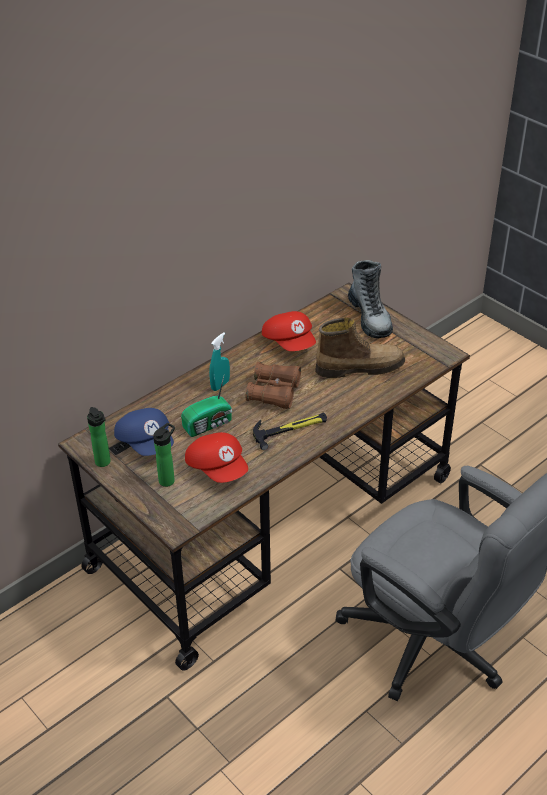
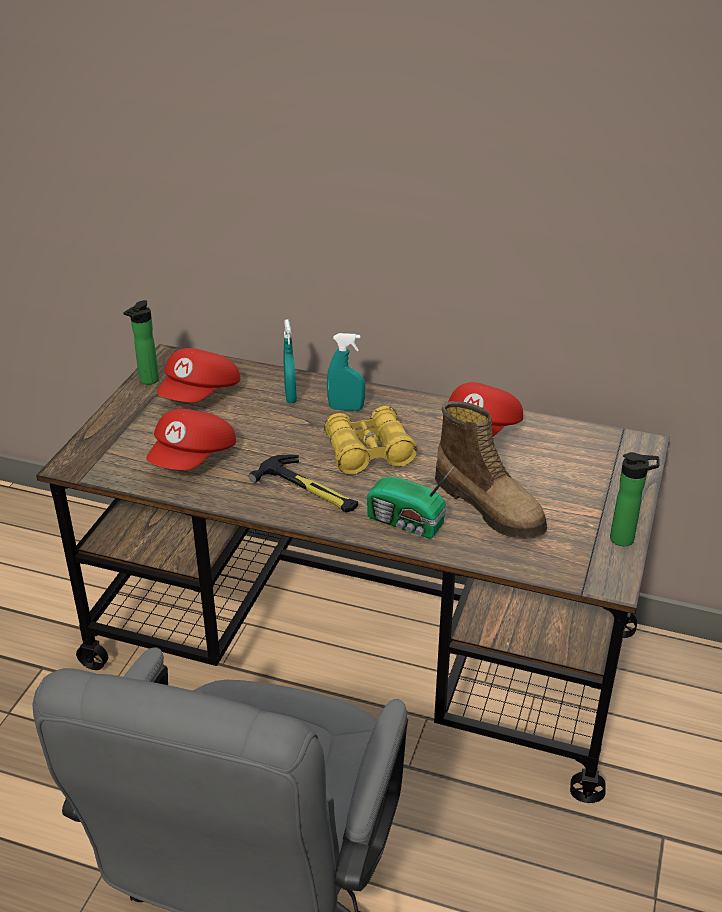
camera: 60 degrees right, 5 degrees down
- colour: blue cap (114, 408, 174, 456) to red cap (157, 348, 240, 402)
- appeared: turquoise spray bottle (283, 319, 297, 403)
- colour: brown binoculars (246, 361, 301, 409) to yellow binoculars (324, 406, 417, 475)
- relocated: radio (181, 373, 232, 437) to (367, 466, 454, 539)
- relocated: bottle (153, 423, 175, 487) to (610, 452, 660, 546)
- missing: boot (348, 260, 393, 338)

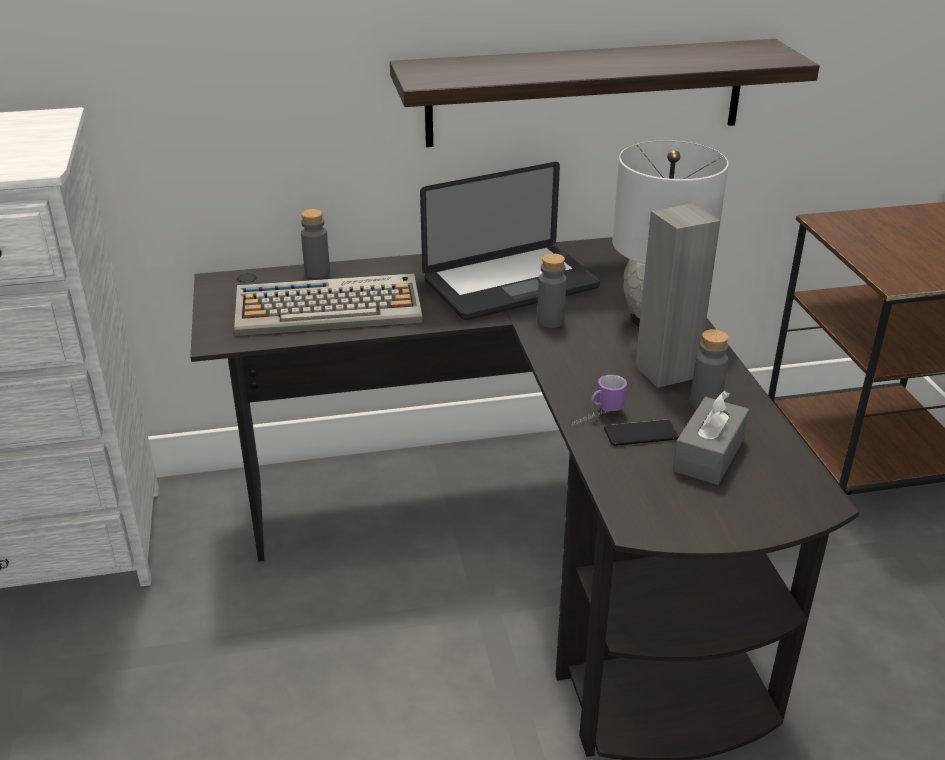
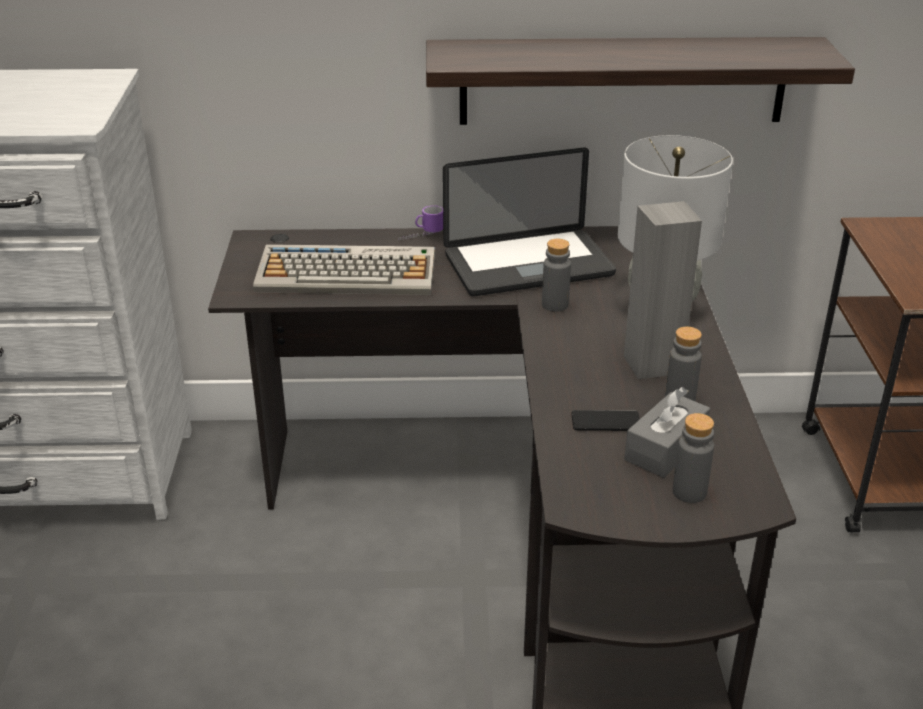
camera: 10 degrees right, 0 degrees up
- relocated: mug (572, 375, 627, 426) to (398, 205, 443, 240)
- relocated: grey bottle (301, 209, 330, 278) to (673, 413, 714, 503)

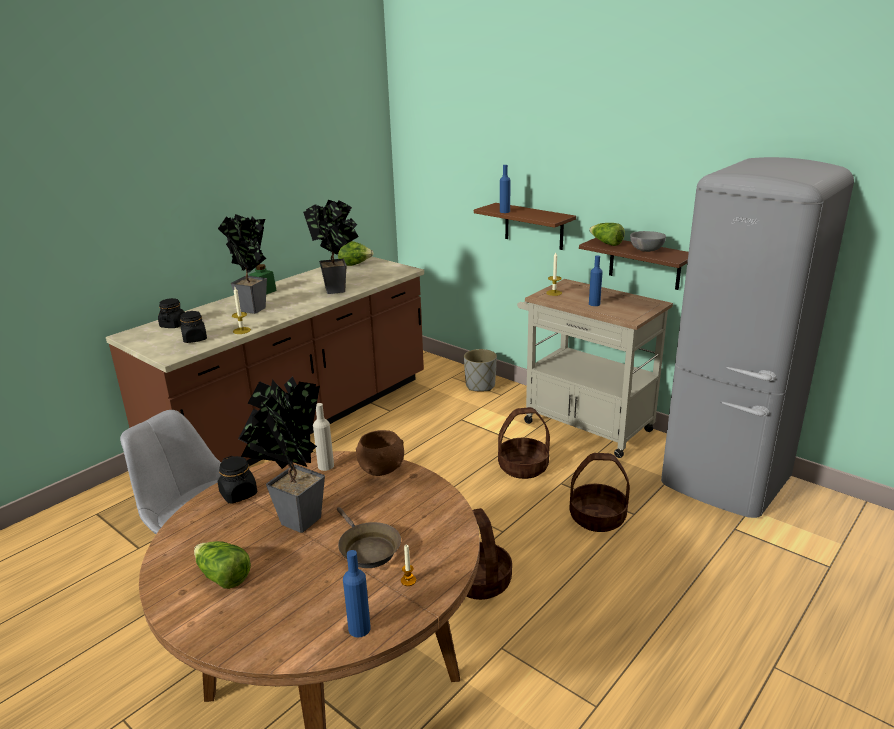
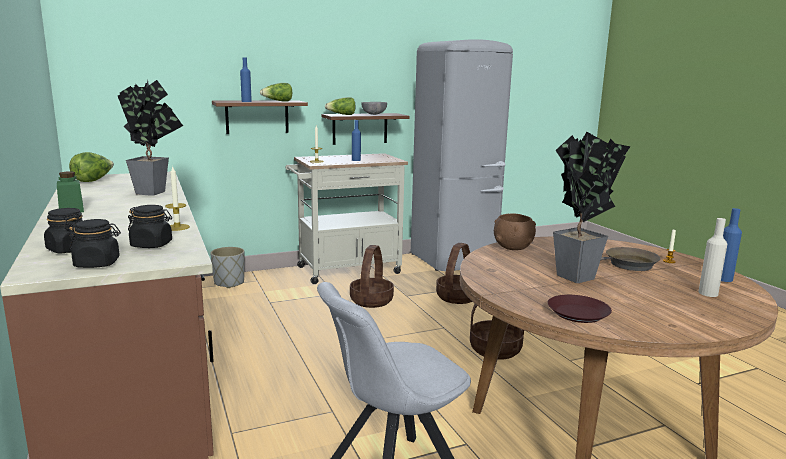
camera: 65 degrees left, 10 degrees down
- relocated: black jar (218, 456, 257, 504) to (68, 219, 121, 268)
- relocated: lettuce (194, 541, 251, 589) to (260, 83, 292, 101)
- appeared: brown plate (548, 295, 612, 323)
- relocated: beige bottle (313, 403, 334, 471) to (698, 218, 727, 297)
- missing: potted plant (218, 214, 267, 314)

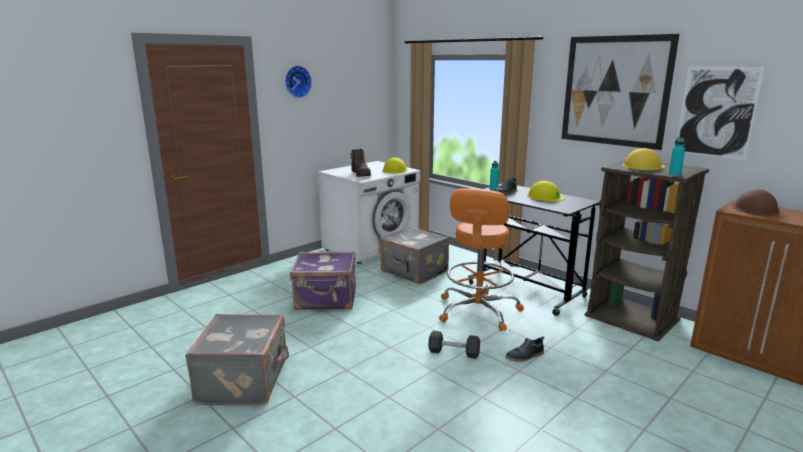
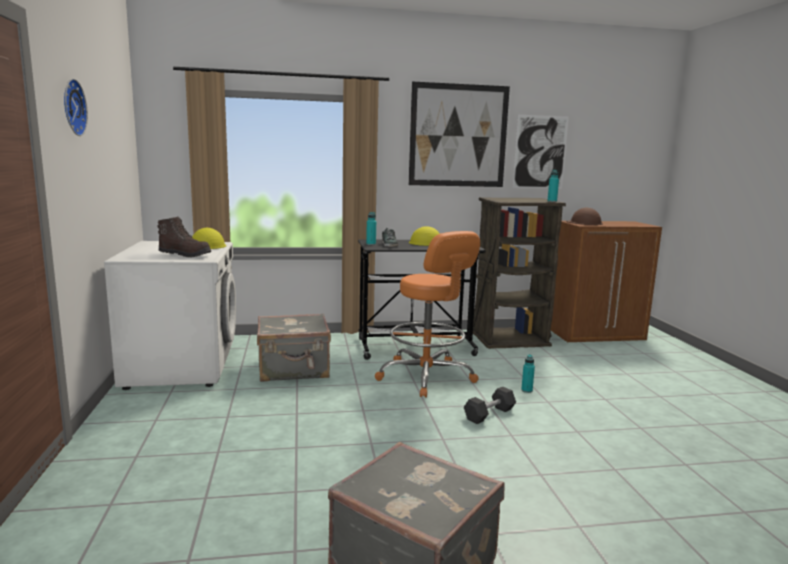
camera: 55 degrees left, 5 degrees down
- exchanged: shoe (506, 336, 545, 361) to turquoise bottle (521, 354, 535, 393)
- missing: purple suitcase (290, 251, 356, 310)
- missing: yellow hard hat (622, 148, 665, 170)

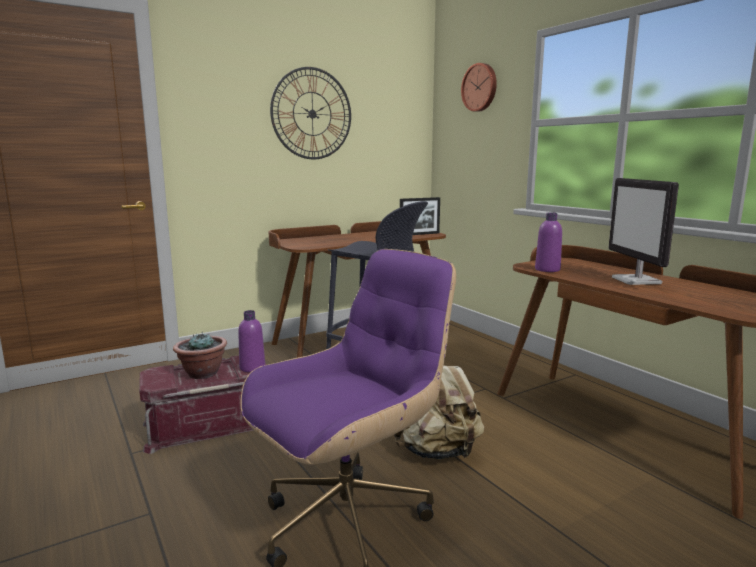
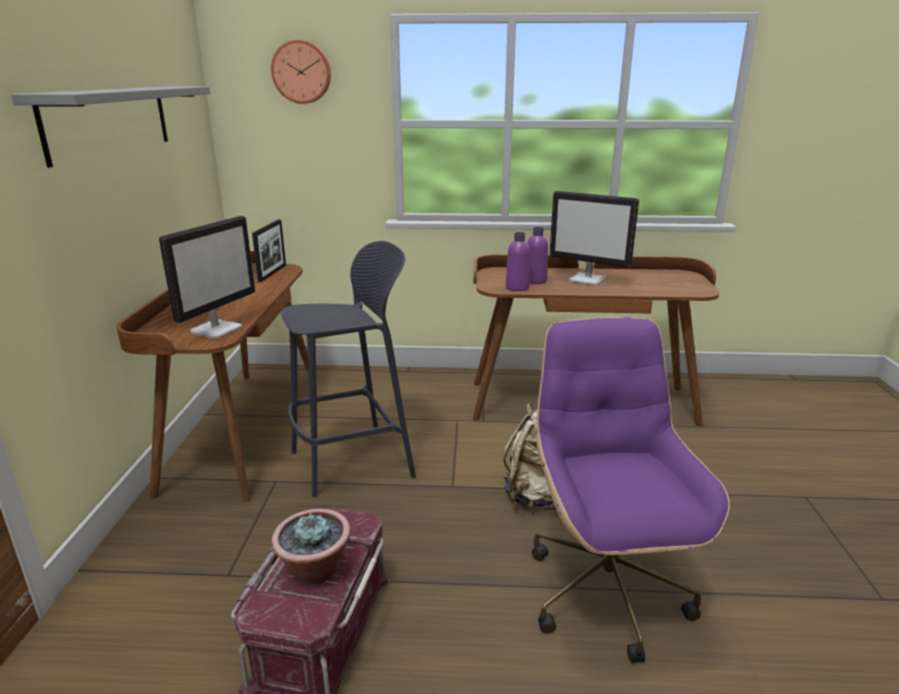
camera: 55 degrees left, 10 degrees up
- exchanged: wall clock (270, 67, 351, 159) to grey shelf (11, 86, 210, 168)
- appeared: monitor (159, 216, 255, 339)
- relocated: purple bottle (238, 310, 265, 372) to (527, 227, 548, 284)

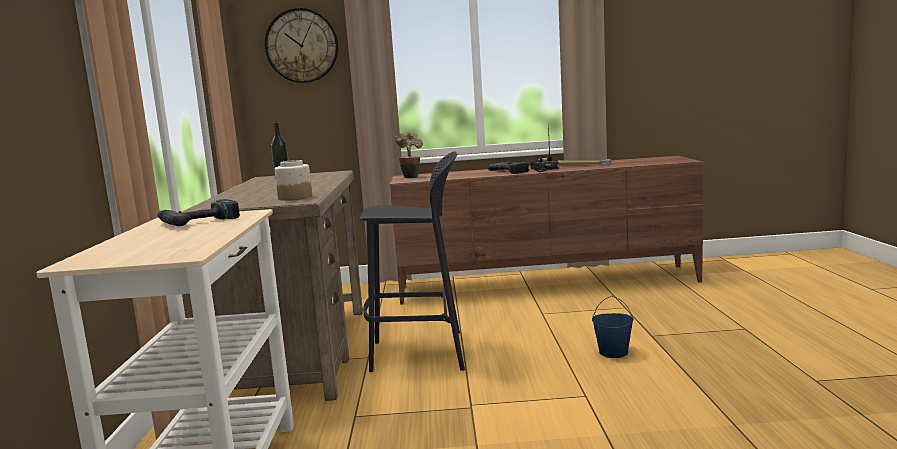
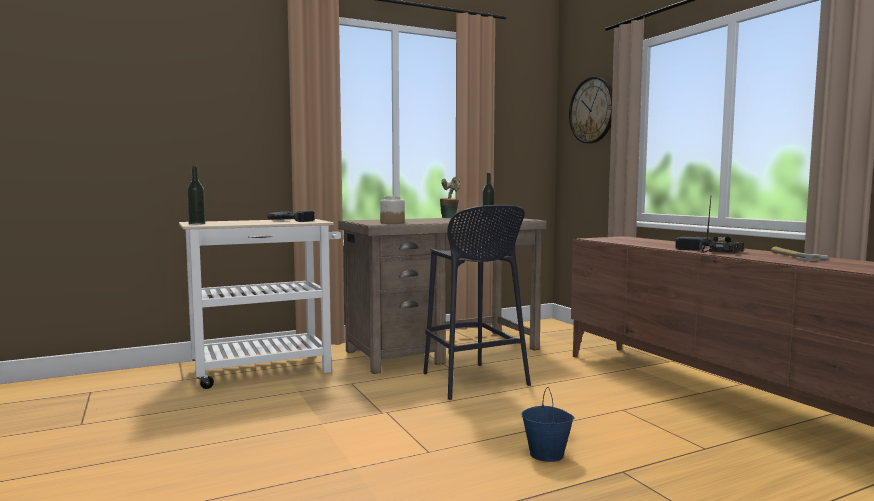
camera: 65 degrees right, 5 degrees down
- appeared: bottle (187, 166, 205, 225)
- relocated: potted plant (395, 132, 423, 179) to (440, 177, 460, 218)

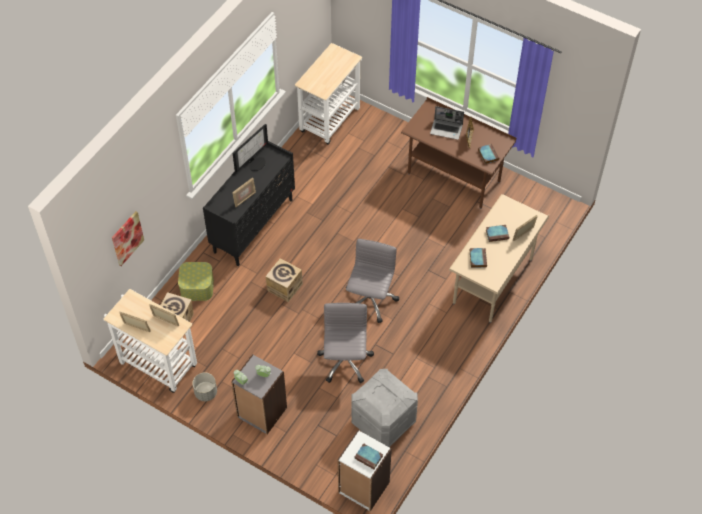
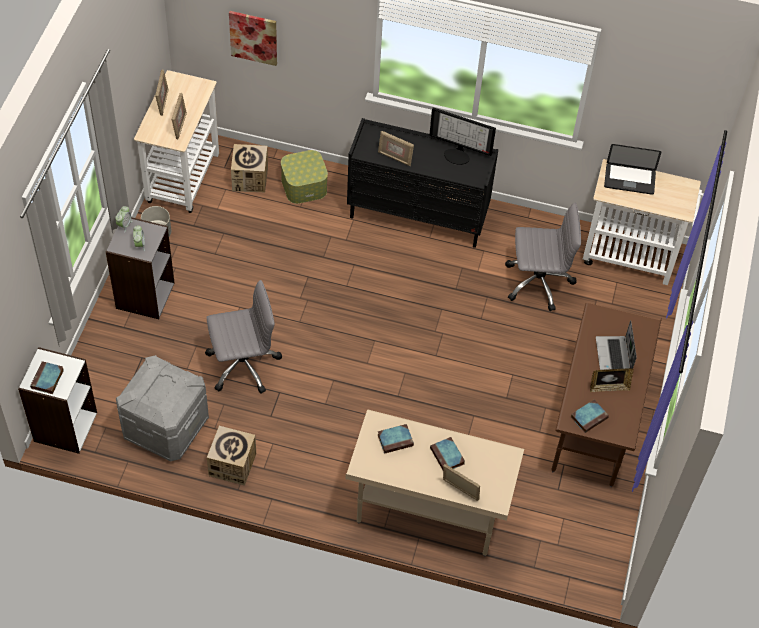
camera: 70 degrees right, 0 degrees up
- relocated: cardboard box (265, 258, 303, 302) to (207, 426, 256, 486)
- relocated: grey office chair (346, 239, 399, 323) to (505, 203, 581, 311)
- appeared: laptop (604, 144, 661, 195)

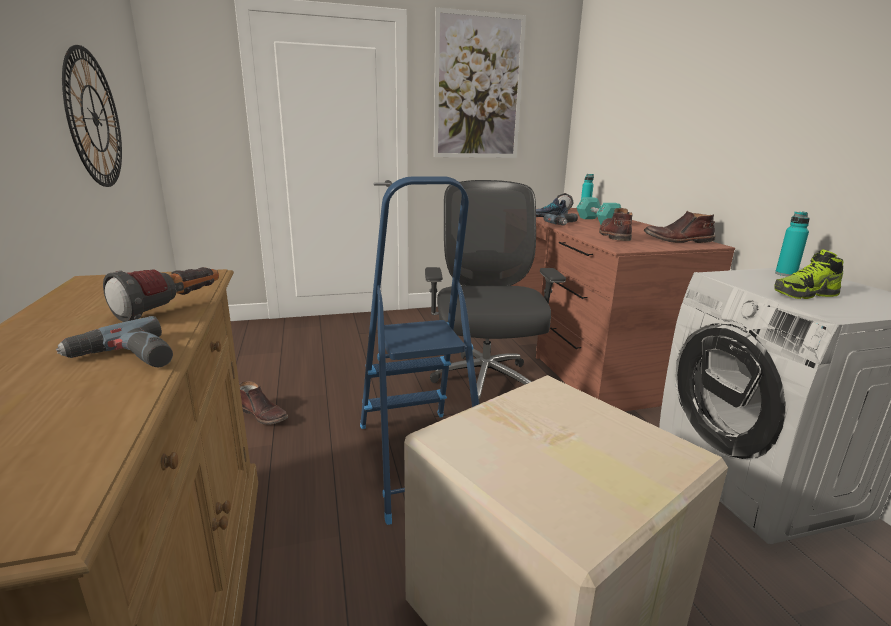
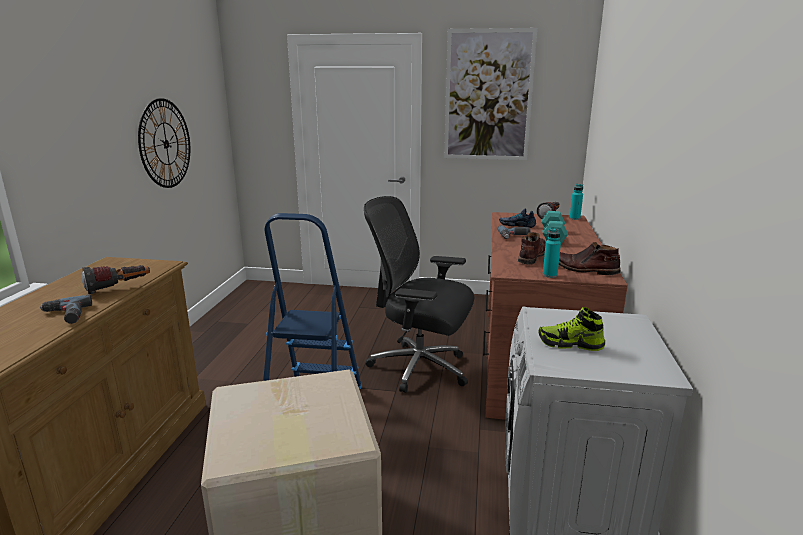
camera: 25 degrees right, 0 degrees up
- spun: office chair (425, 180, 566, 404) = (364, 196, 474, 393) 90 degrees counterclockwise
- relocated: turquoise bottle (775, 211, 810, 277) to (543, 228, 561, 278)
- missing: brown boot (239, 381, 288, 425)

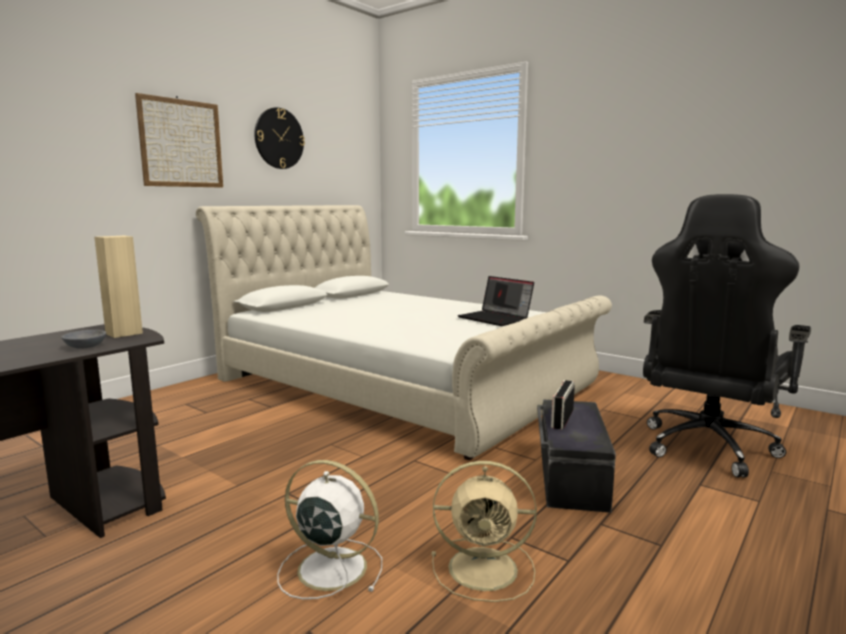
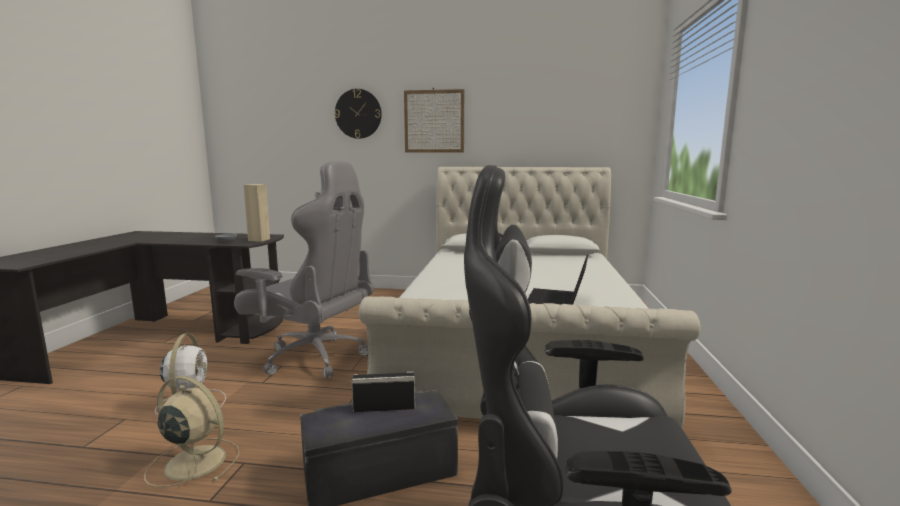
camera: 60 degrees right, 0 degrees up
- spun: beige fan (431, 461, 537, 602) = (144, 376, 239, 487) 135 degrees clockwise
- appeared: grey office chair (234, 161, 374, 379)
- relocated: wall clock (254, 107, 305, 169) to (335, 89, 382, 139)

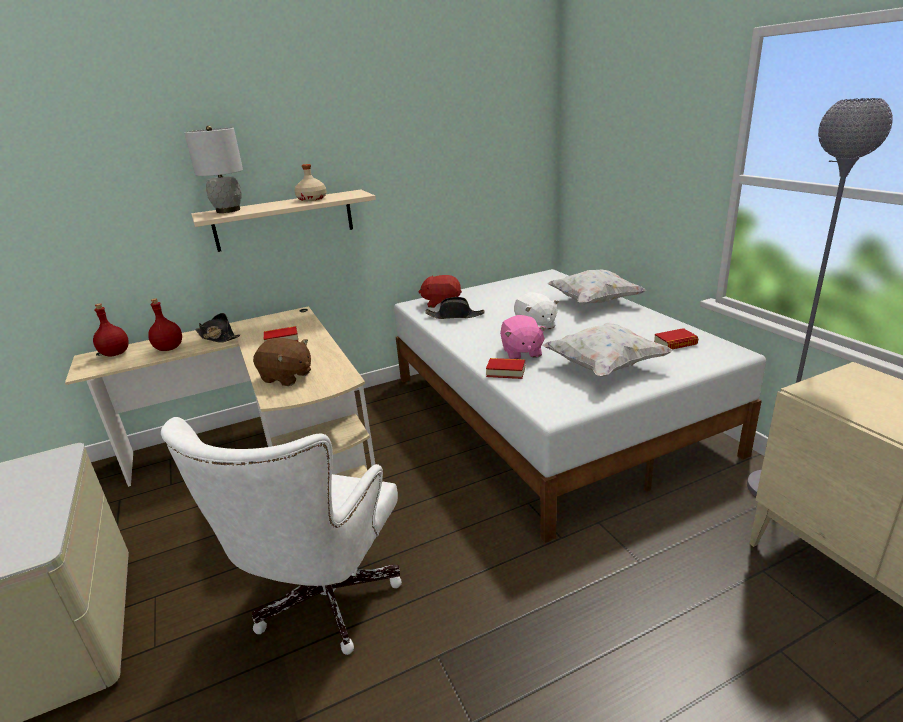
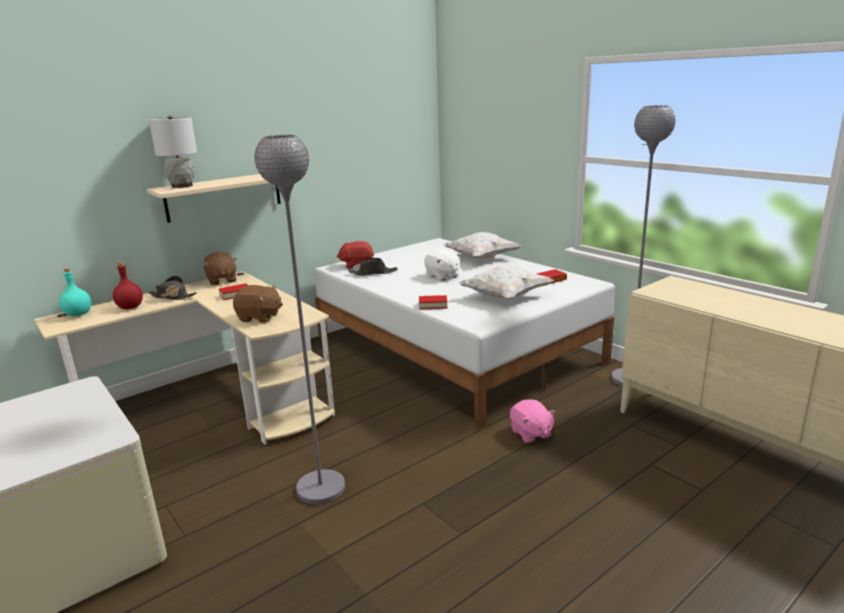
camera: 15 degrees left, 5 degrees down
- colour: red bottle (93, 303, 129, 357) to turquoise bottle (59, 268, 91, 316)
- appeared: brown plush toy (203, 252, 237, 285)
- exchanged: white office chair (161, 417, 402, 655) to grey floor lamp (254, 135, 345, 504)
- relocated: pink plush toy (500, 315, 546, 359) to (510, 399, 556, 443)
- missing: beige bottle (295, 164, 327, 201)

